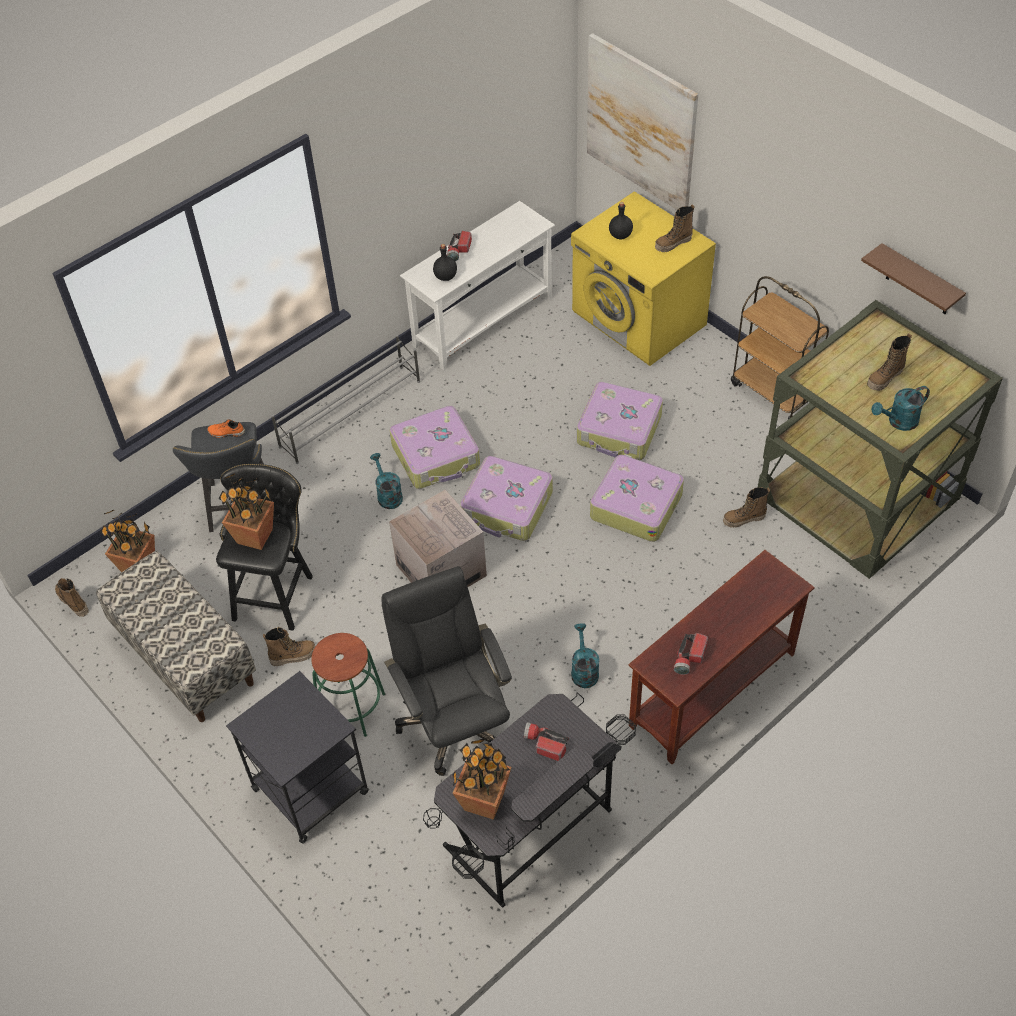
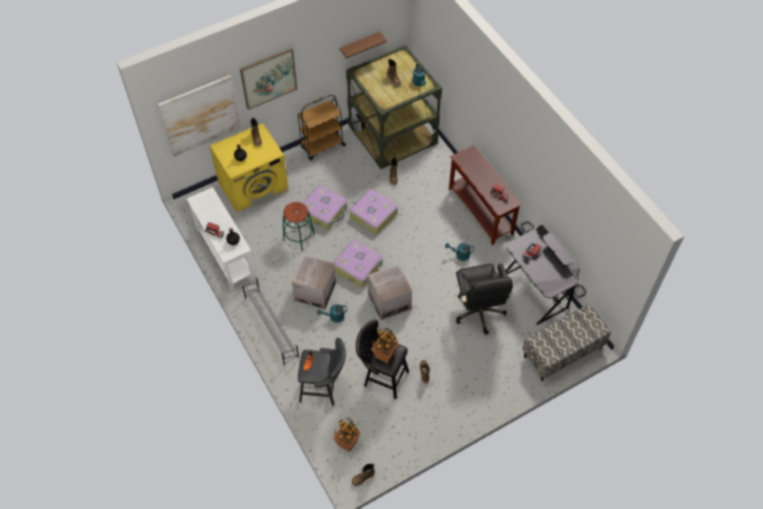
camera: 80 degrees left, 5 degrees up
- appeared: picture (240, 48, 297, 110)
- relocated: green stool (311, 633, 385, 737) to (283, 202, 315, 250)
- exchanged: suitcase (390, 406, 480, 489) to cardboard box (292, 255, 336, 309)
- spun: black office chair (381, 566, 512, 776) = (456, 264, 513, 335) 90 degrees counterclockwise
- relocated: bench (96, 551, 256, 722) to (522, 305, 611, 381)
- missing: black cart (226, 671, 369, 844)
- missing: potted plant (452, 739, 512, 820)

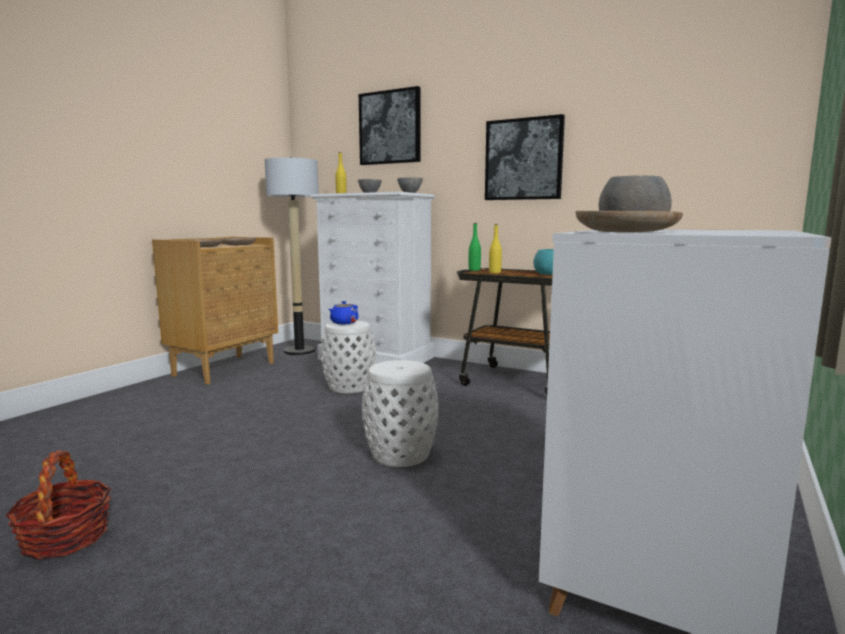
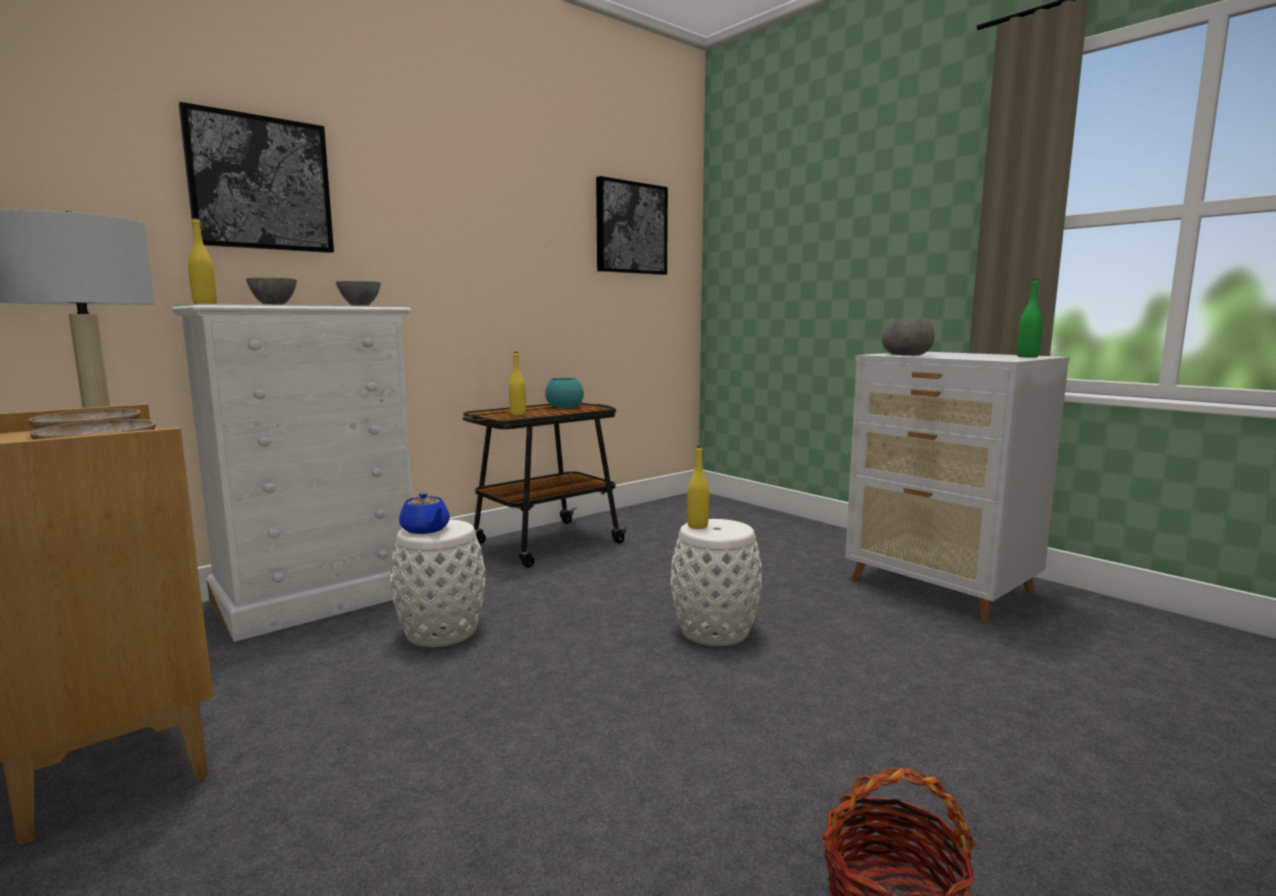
camera: 70 degrees left, 0 degrees up
- relocated: picture (485, 114, 565, 200) to (596, 176, 668, 275)
- appeared: yellow bottle (687, 445, 709, 529)
- relocated: green bottle (469, 223, 481, 271) to (1017, 279, 1043, 357)
- missing: beige plate (576, 211, 683, 232)

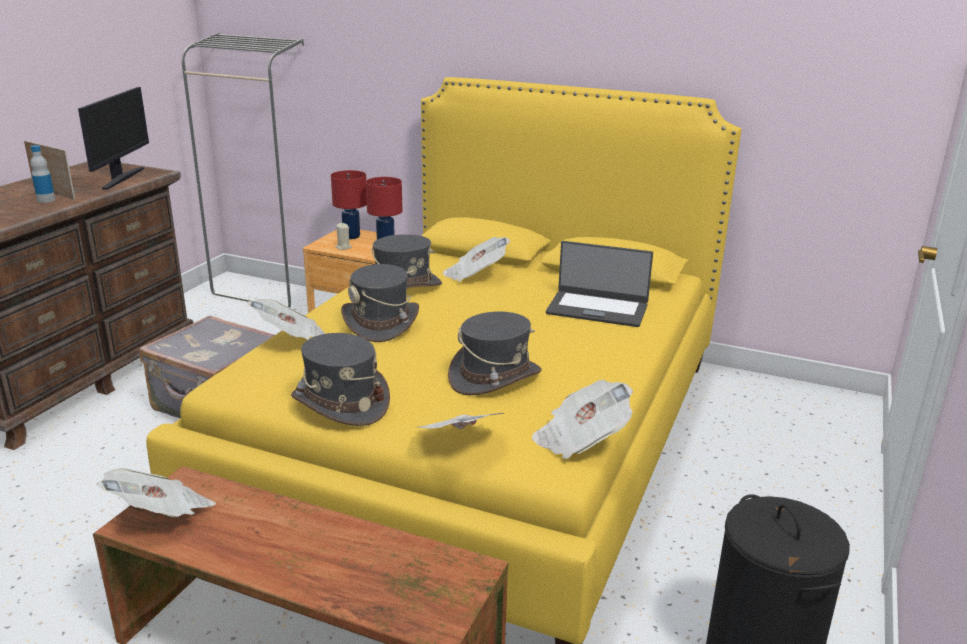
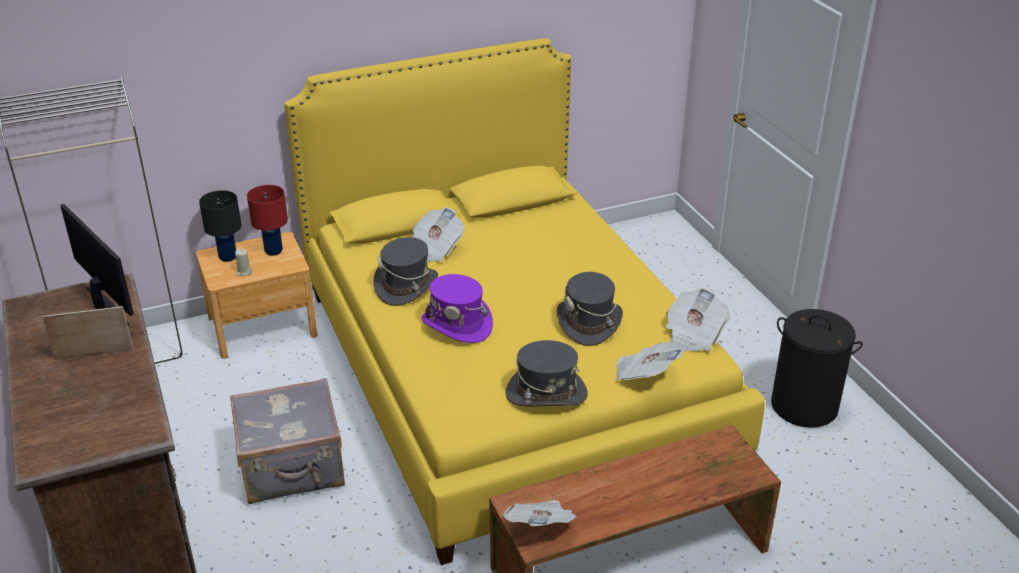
camera: 45 degrees left, 10 degrees up
- colour: red table lamp (331, 170, 367, 239) to black table lamp (199, 190, 241, 262)
- colour: grey hat (341, 264, 419, 342) to purple hat (422, 274, 493, 343)
- missing: bottle (30, 145, 56, 203)
- missing: newspaper (247, 299, 326, 340)
- missing: laptop (546, 241, 653, 327)

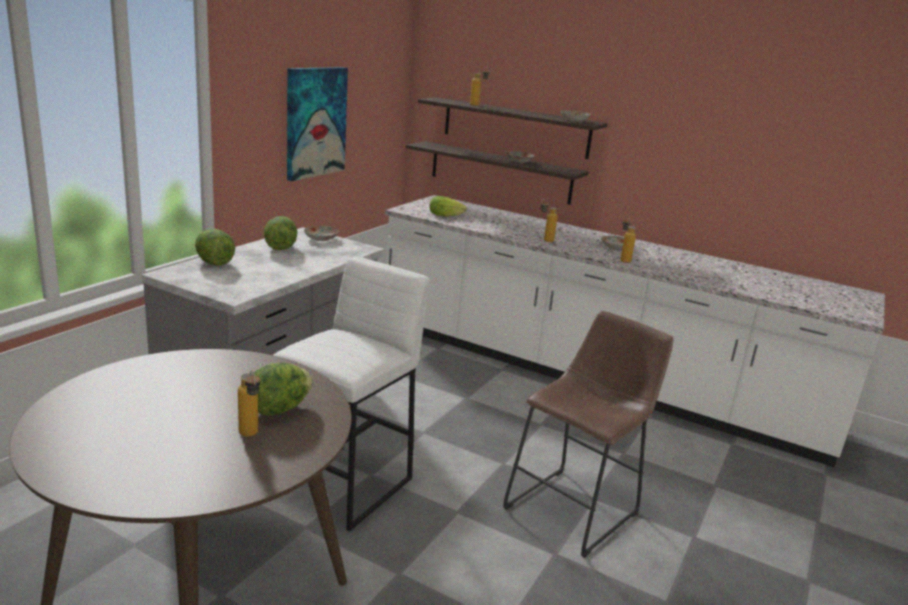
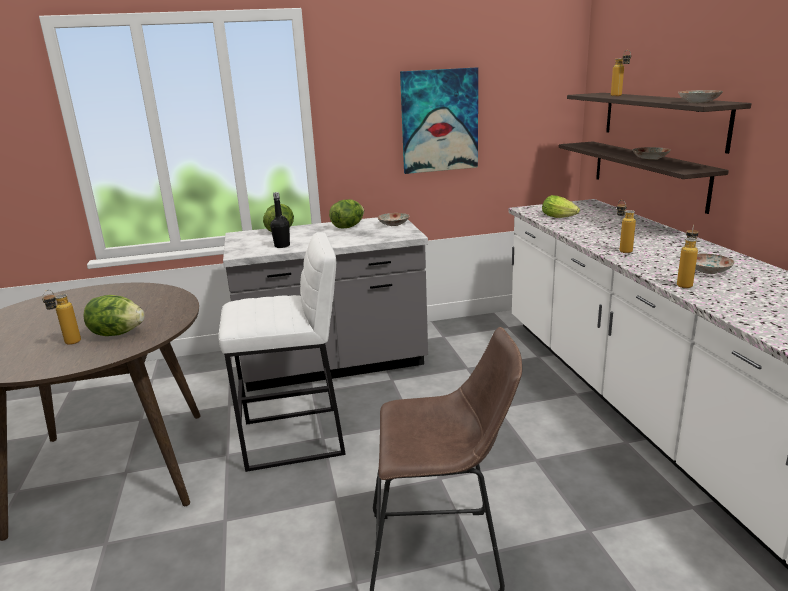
camera: 50 degrees right, 0 degrees up
- appeared: black bottle (270, 192, 290, 248)

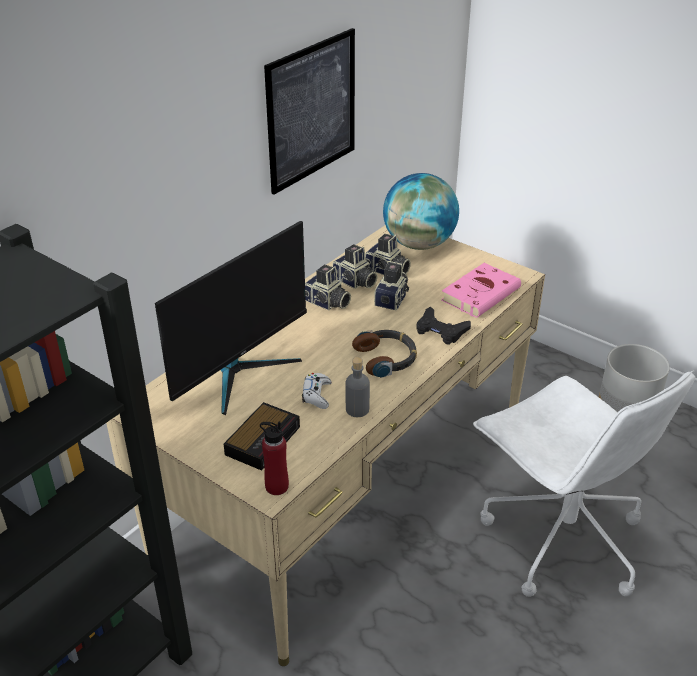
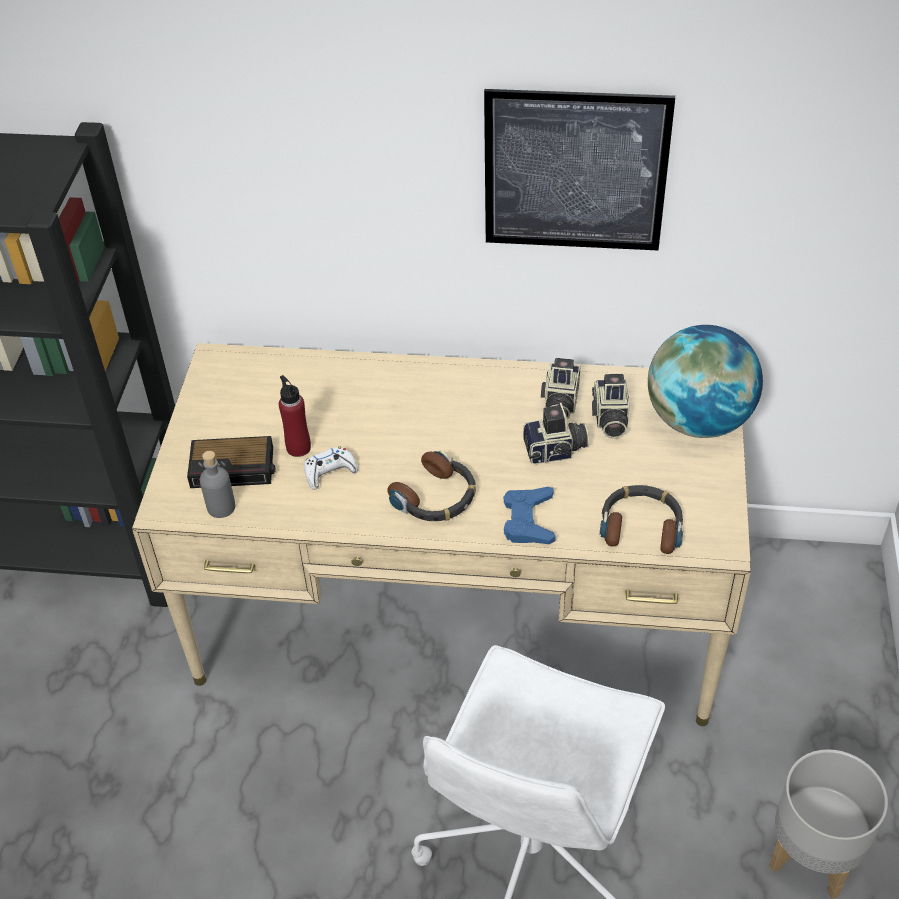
camera: 60 degrees right, 10 degrees up
- relocated: grey bottle (345, 357, 370, 417) to (200, 451, 236, 518)
- relocated: red bottle (260, 421, 289, 495) to (279, 375, 311, 457)
- colour: black game controller (416, 306, 471, 345) to blue game controller (504, 487, 556, 544)
- exchanged: pink book (441, 263, 521, 318) to headphones (600, 485, 683, 554)
- missing: monitor (155, 221, 307, 415)
- missing: photo camera (305, 265, 351, 310)

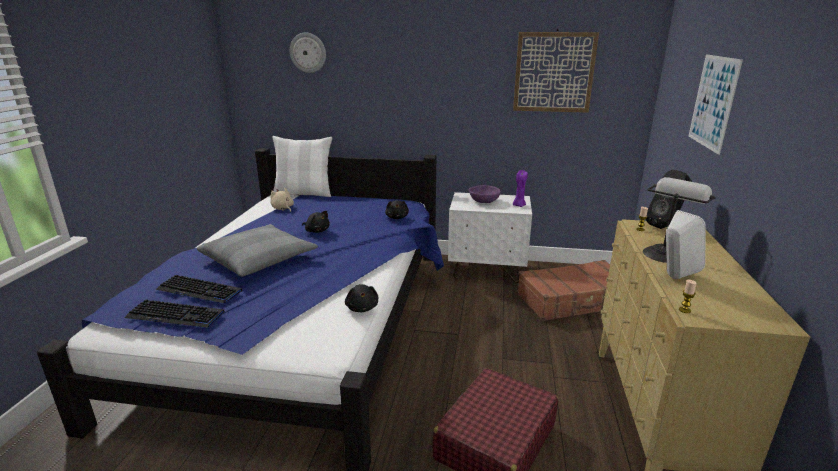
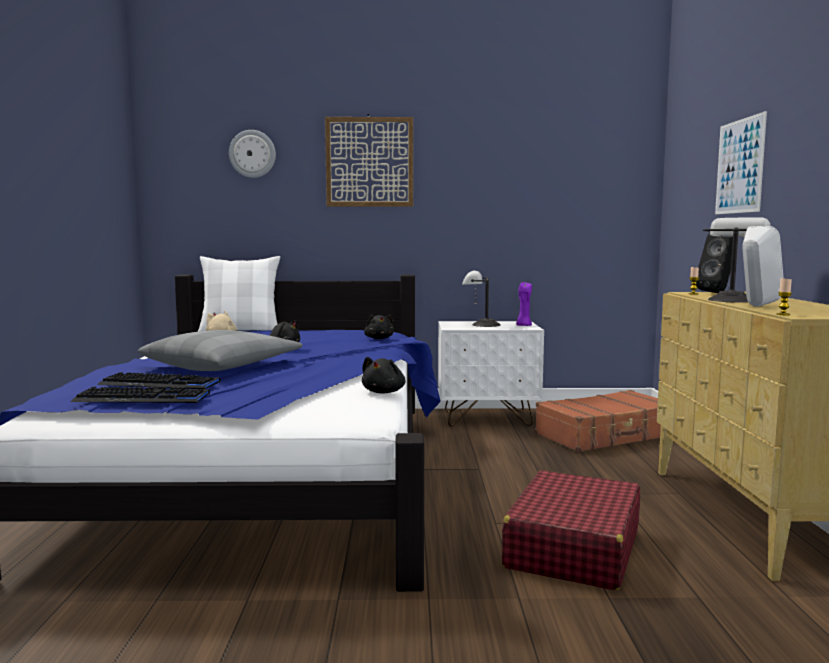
camera: 10 degrees left, 15 degrees down
- relocated: picture (513, 29, 599, 113) to (325, 114, 413, 207)
- spun: black plush toy (345, 284, 378, 312) = (362, 357, 405, 394) 45 degrees clockwise
- exchanged: purple bowl (469, 185, 501, 203) to table lamp (462, 271, 501, 327)

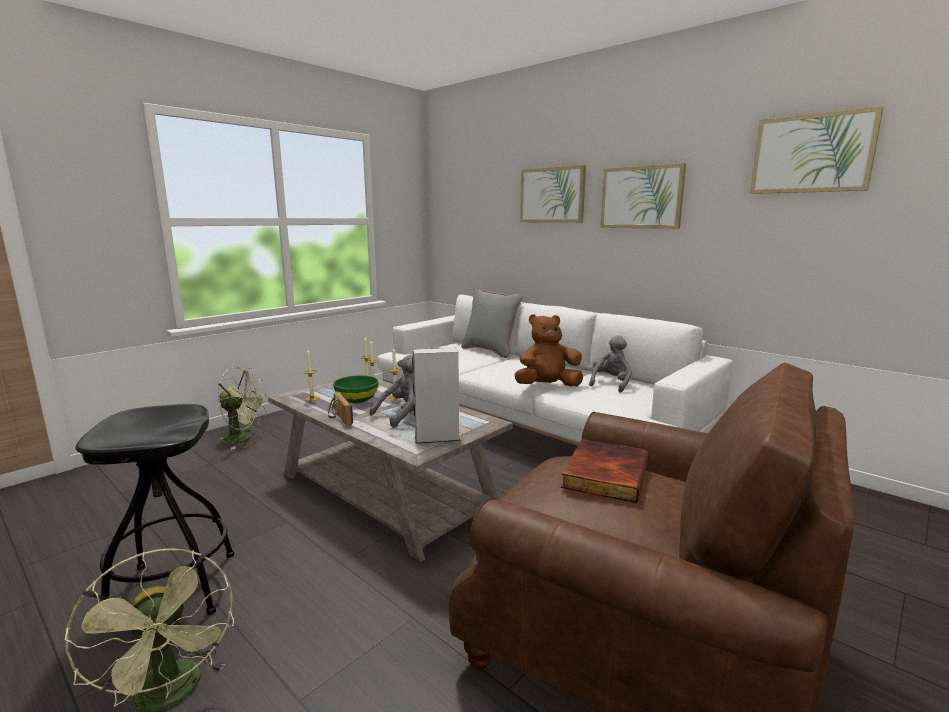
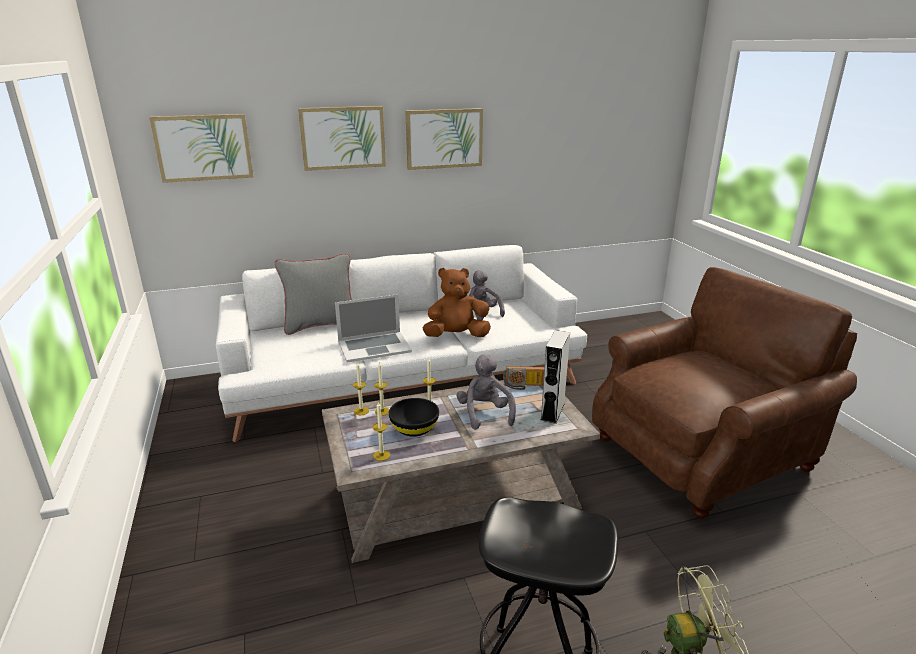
camera: 60 degrees left, 10 degrees up
- relocated: picture (750, 106, 884, 194) to (149, 114, 254, 183)
- appeared: laptop (335, 294, 412, 363)
- colour: green bowl (333, 375, 379, 403) to black bowl (389, 398, 439, 437)
- spun: brown plush toy (515, 314, 583, 386) = (422, 268, 491, 337) 60 degrees clockwise
- relocated: radio (328, 392, 353, 426) to (503, 366, 544, 390)
- missing: green fan (218, 367, 267, 450)
- missing: book (561, 439, 648, 503)

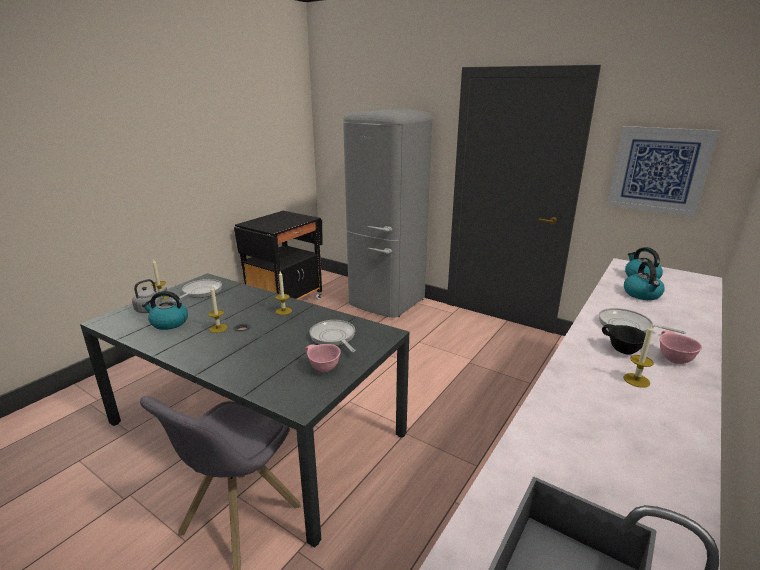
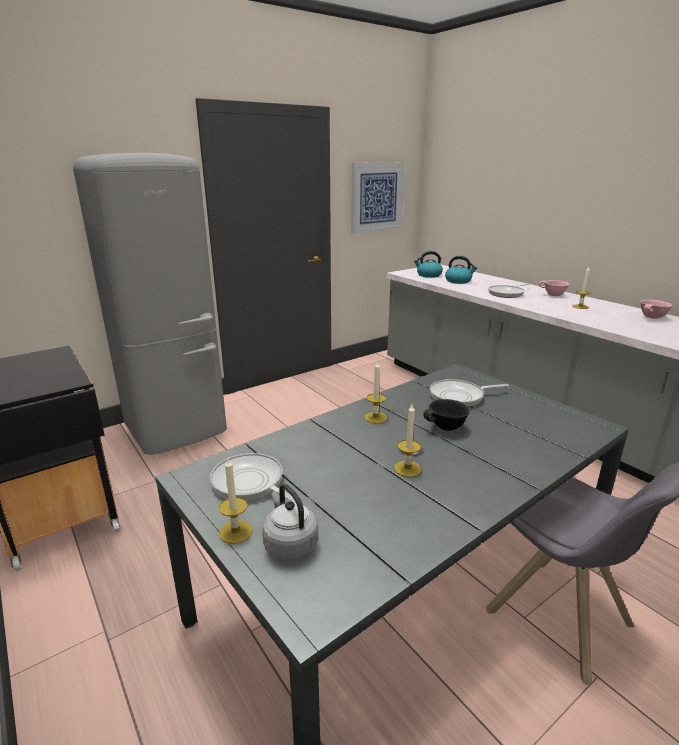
camera: 70 degrees left, 0 degrees up
- relocated: black bowl (602, 324, 646, 355) to (423, 399, 470, 431)
- relocated: pink bowl (305, 344, 341, 372) to (641, 299, 673, 319)
- missing: kettle (142, 291, 188, 330)

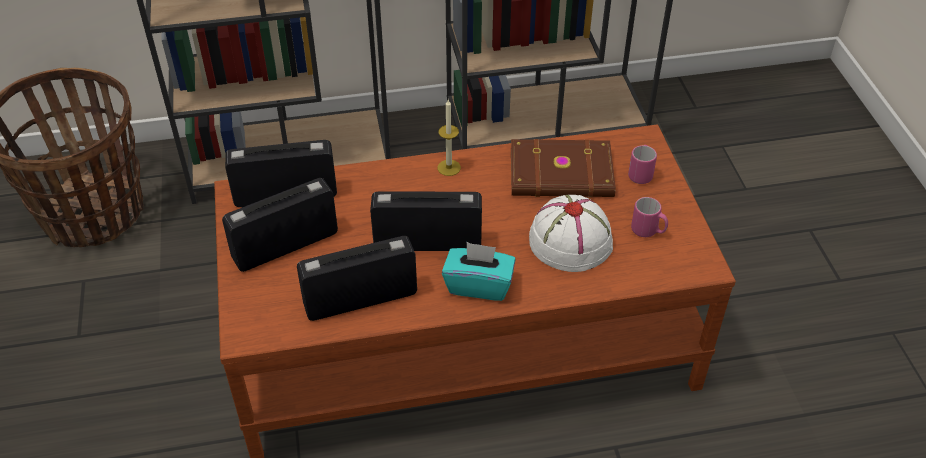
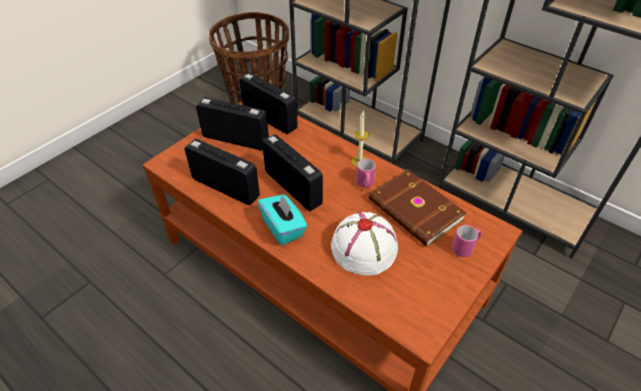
camera: 50 degrees right, 0 degrees up
- relocated: pink mug (631, 197, 668, 237) to (356, 159, 376, 189)

